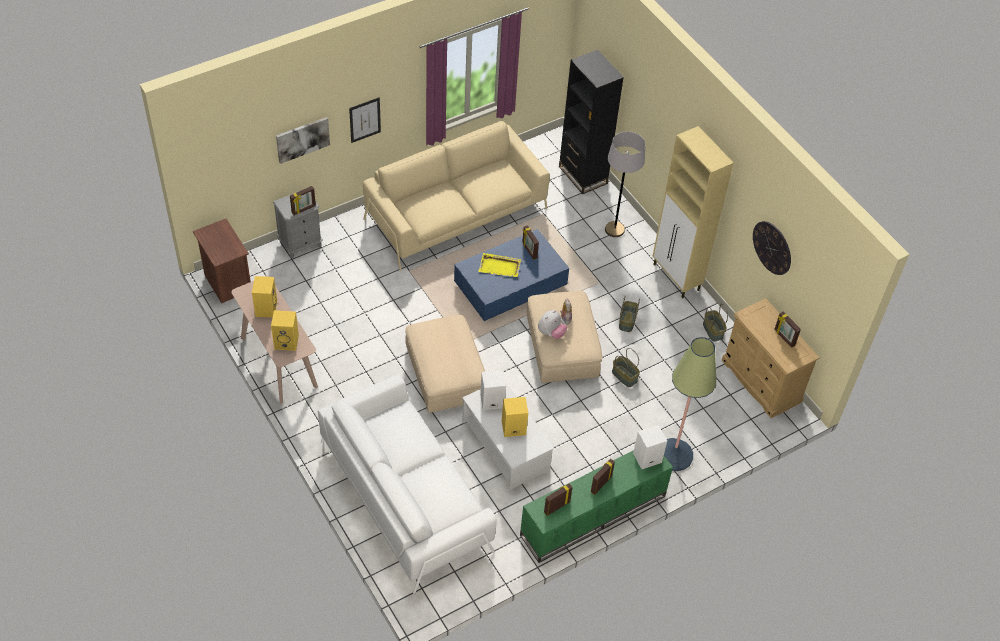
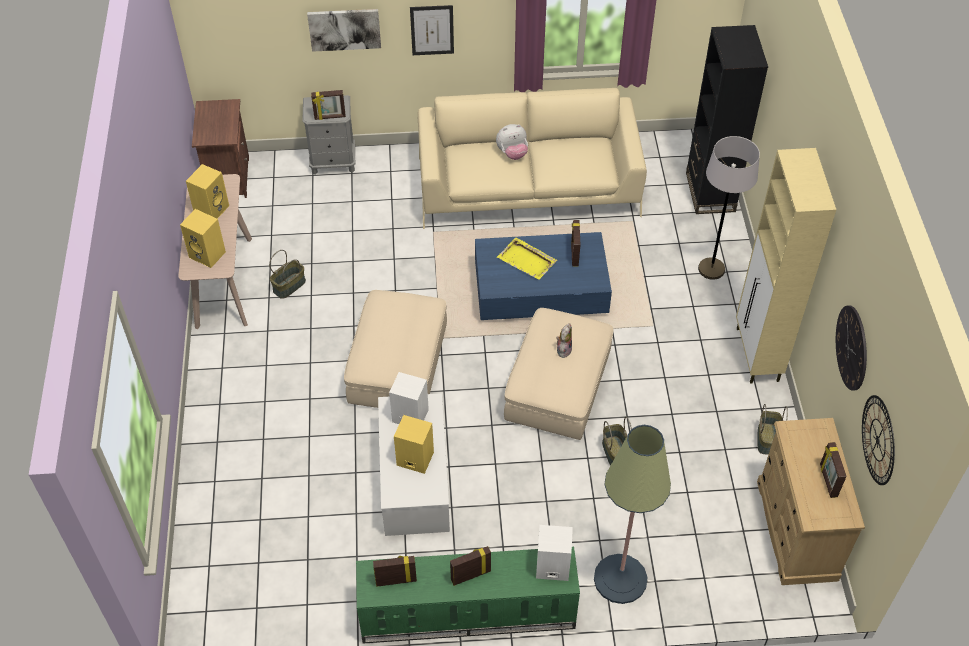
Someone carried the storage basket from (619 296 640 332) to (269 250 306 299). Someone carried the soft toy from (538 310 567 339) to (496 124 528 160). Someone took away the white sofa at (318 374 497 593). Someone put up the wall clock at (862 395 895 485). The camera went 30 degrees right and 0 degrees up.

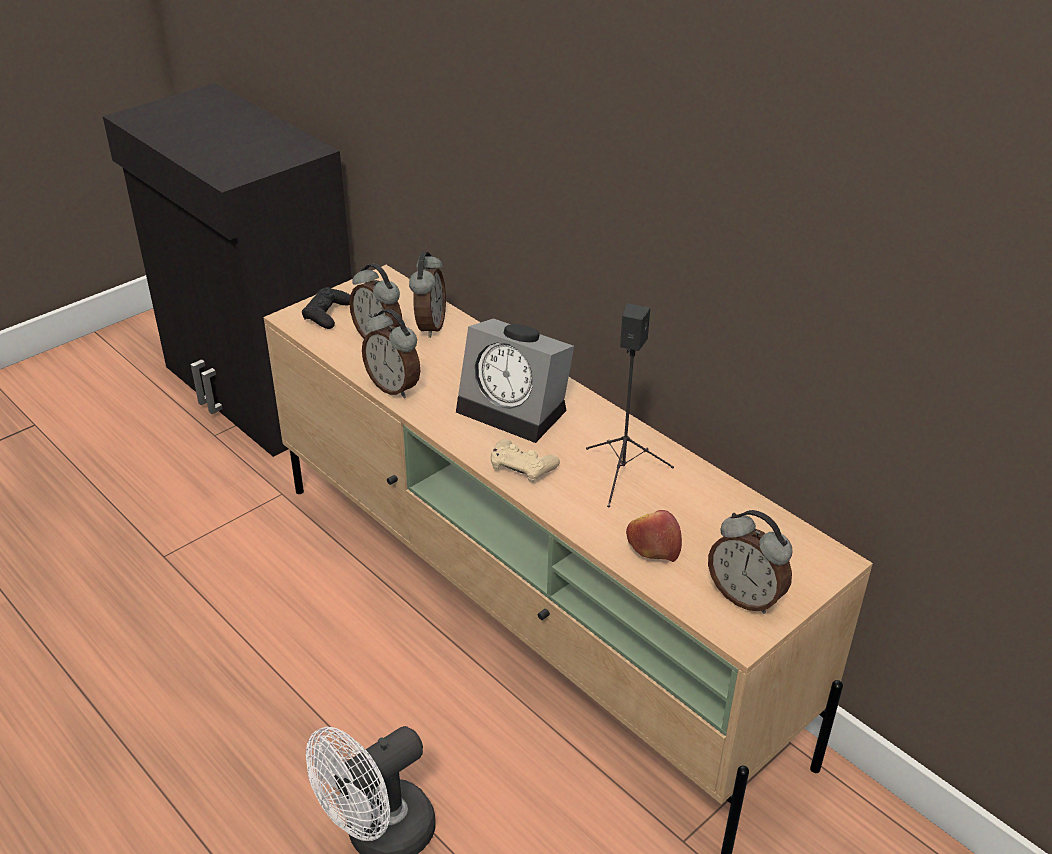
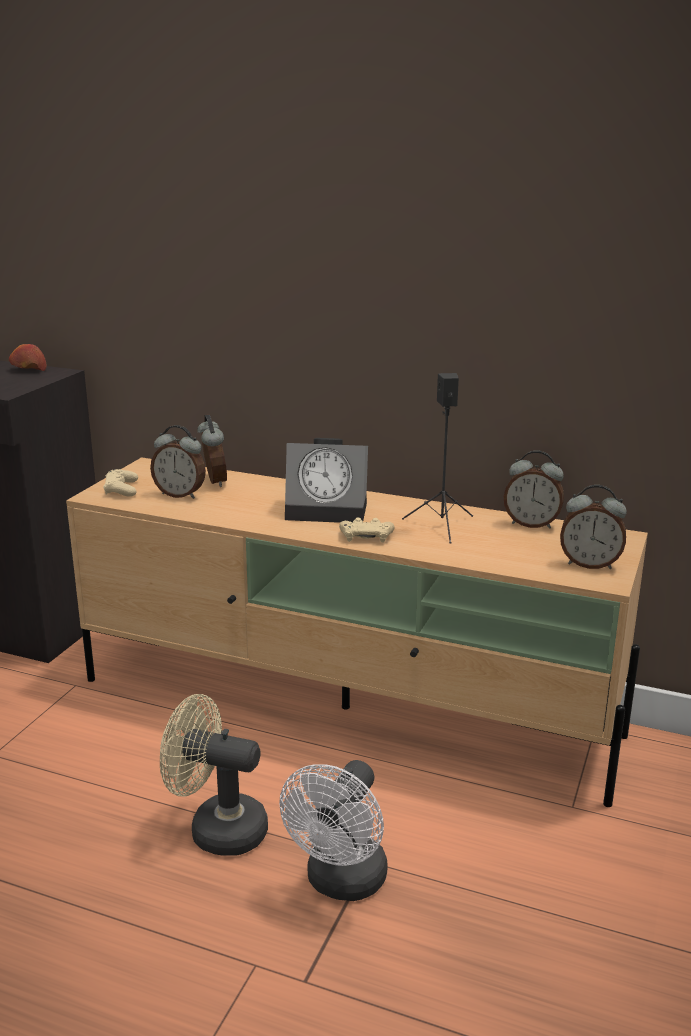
Someone repainted the blackish joypad at (302 287 350 329), which became the sand-coloured joypad at (103 469 138 497). Someone carried the alarm clock from (362 309 420 398) to (504 450 564 529). Someone carried the apple from (626 510 682 562) to (9 344 47 371). Someone put down the sand-coloured electric fan at (160 694 268 856). The camera went 25 degrees left and 15 degrees down.

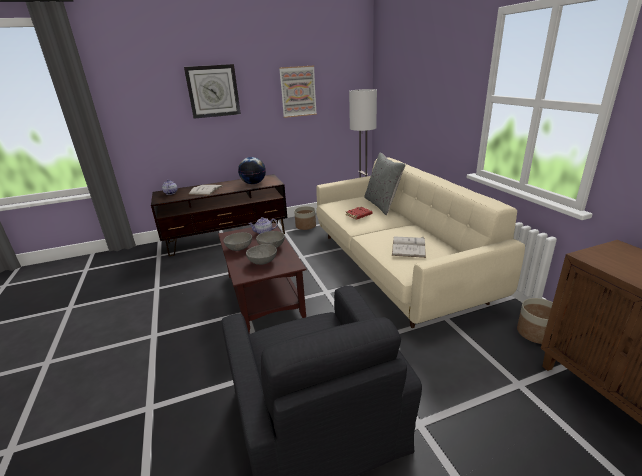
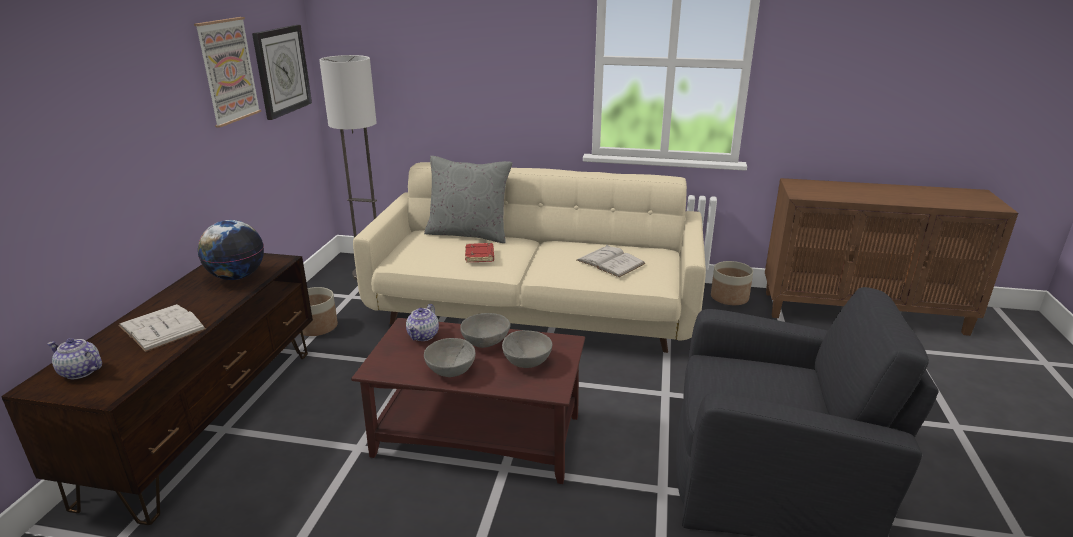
Someone carried the wall clock from (184 64 241 119) to (252 25 312 120). The camera went 60 degrees left and 0 degrees up.

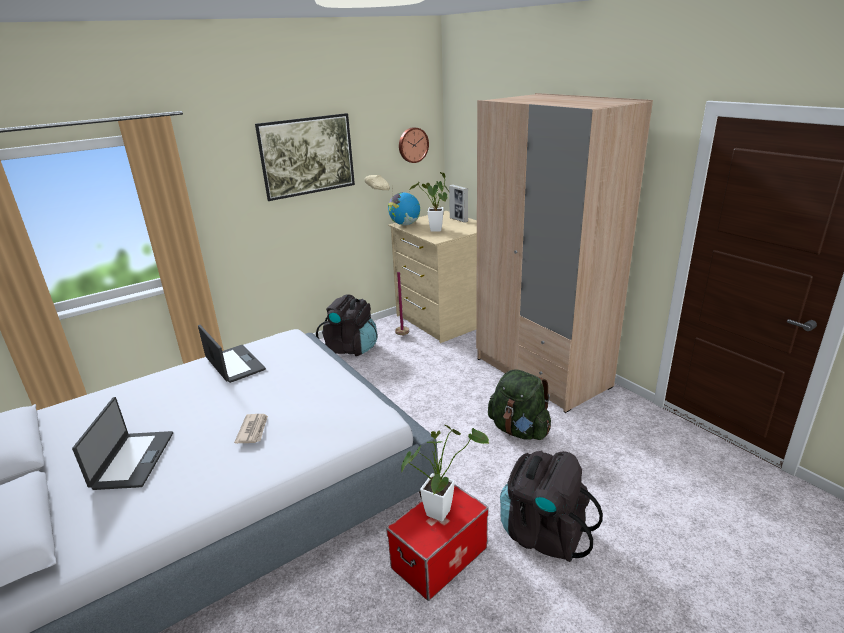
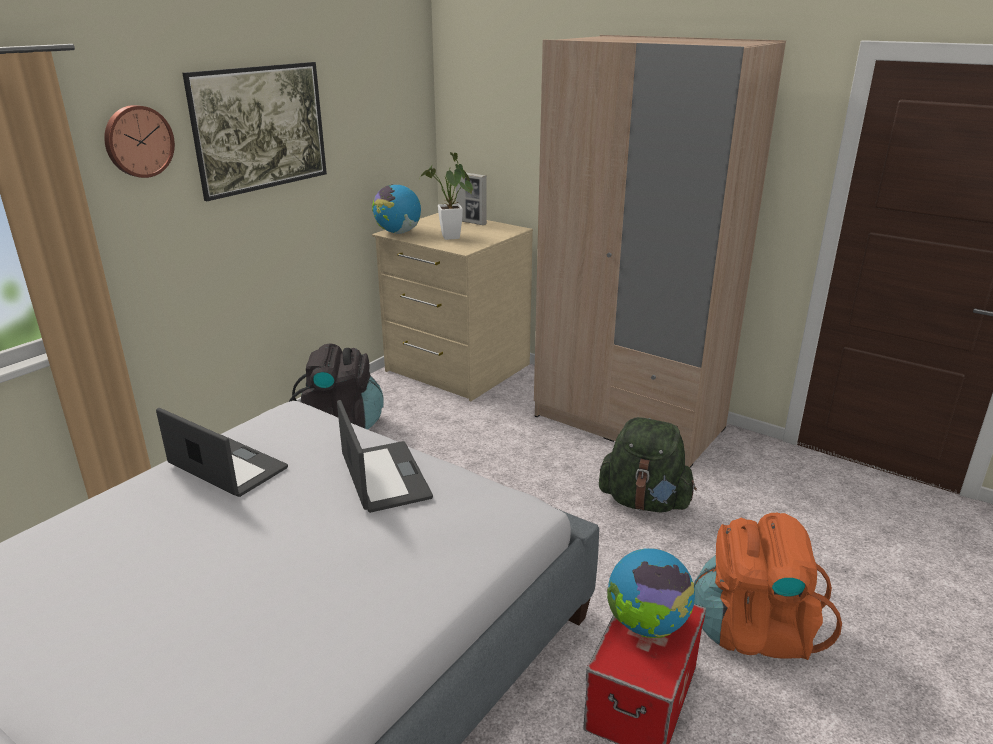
Someone carried the wall clock from (399 127 429 163) to (104 105 175 178). Someone took away the sand-coloured standard lamp at (365 175 409 336). Someone carried the notebook computer from (72 397 173 490) to (337 400 433 513). Someone took away the printed paper at (234 414 268 443). Someone swapped the potted plant at (401 425 489 522) for the globe at (607 548 695 638). Someone repainted the blackish knapsack at (500 451 603 562), which became the orange knapsack at (694 513 842 660). The camera went 20 degrees left and 0 degrees up.

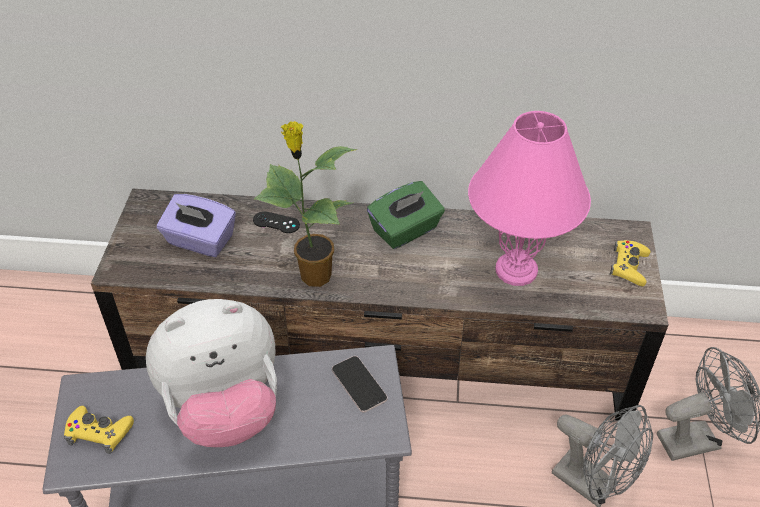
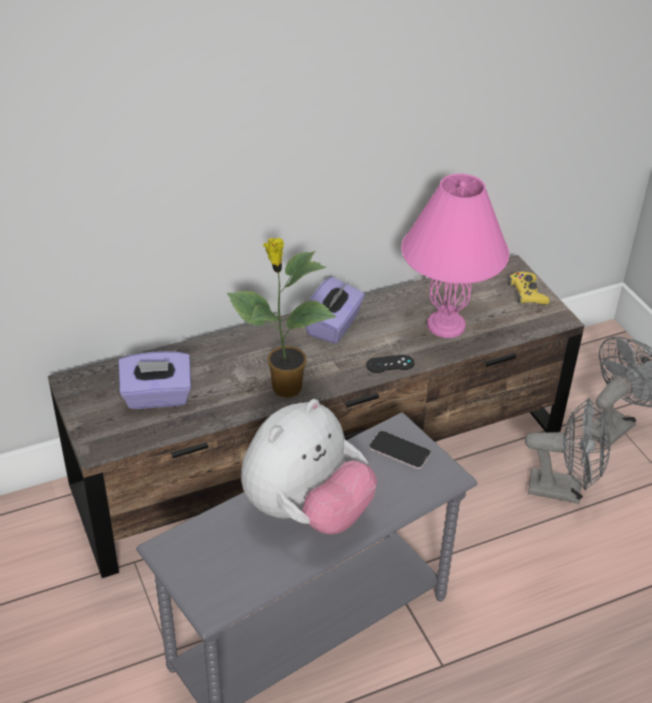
Someone repainted the green-coloured tissue box at (367 181 445 249), which became the purple tissue box at (305 276 365 344). Someone carried the blackish joypad from (253 211 300 233) to (366 355 415 373). Someone took away the yellowish joypad at (64 406 134 454). The camera went 30 degrees left and 5 degrees down.

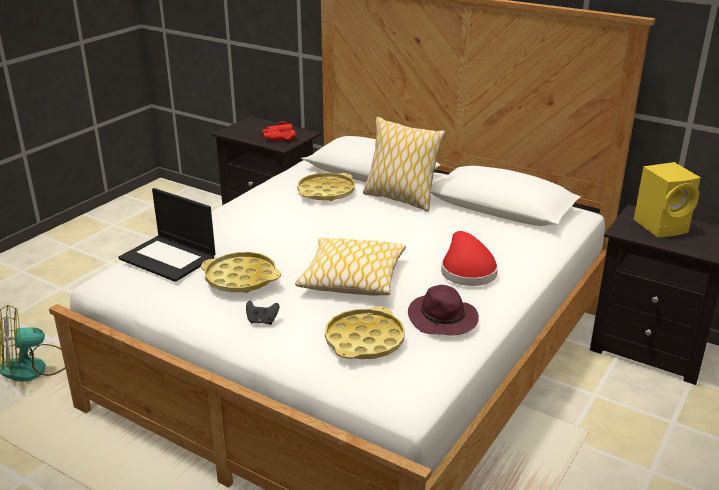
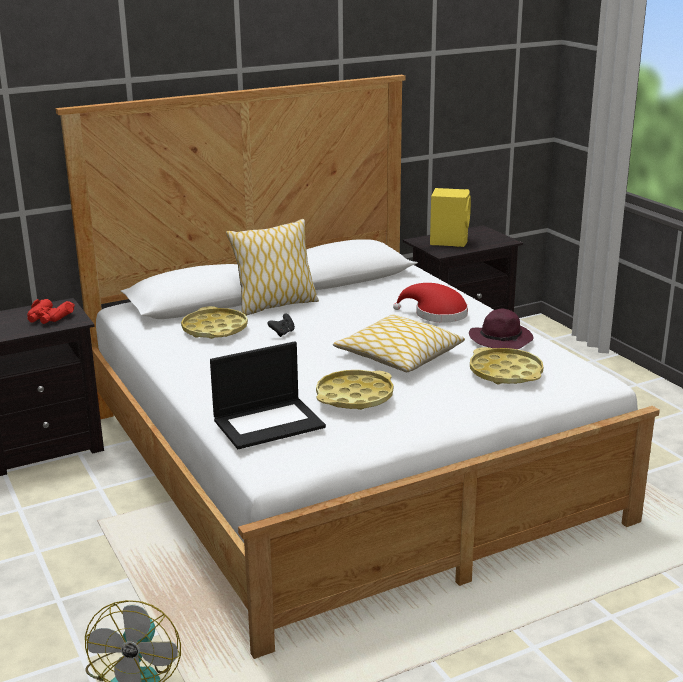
Someone carried the blackish joypad from (246 301 279 325) to (267 313 295 337). The camera went 60 degrees left and 5 degrees down.

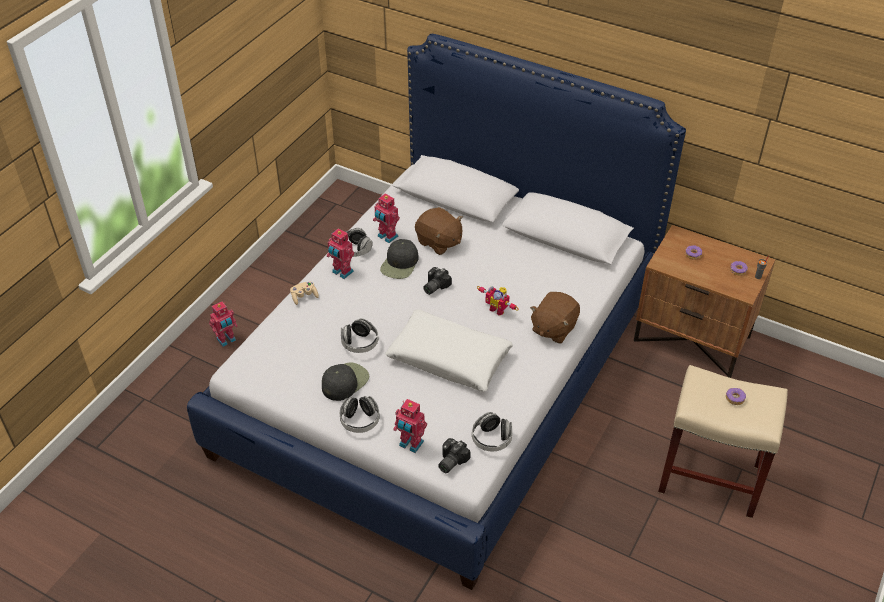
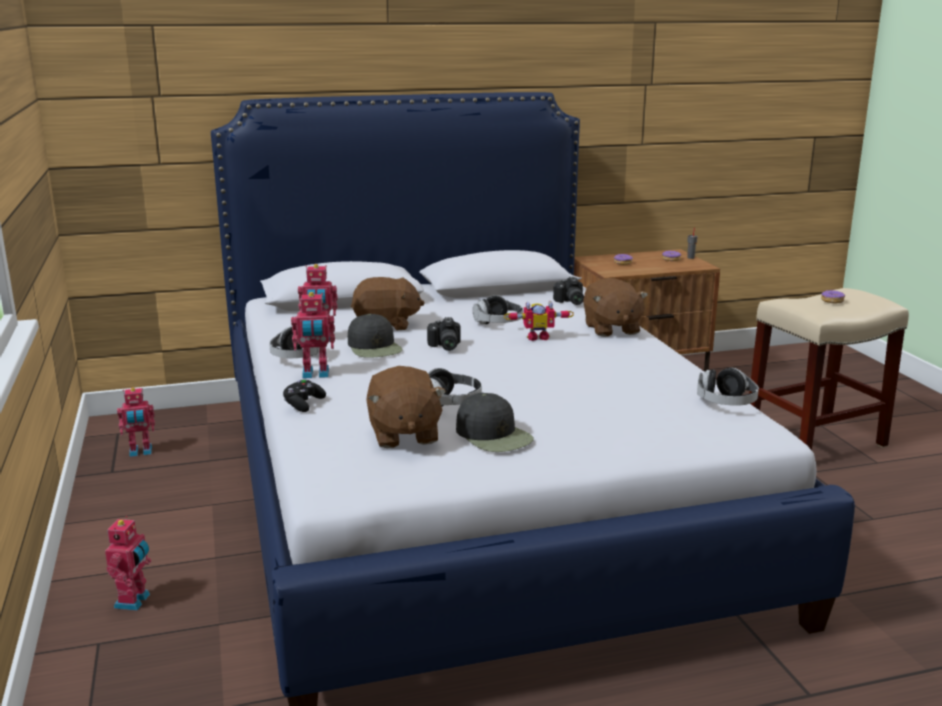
Someone repainted the sand-coloured joypad at (290 282 319 305), which became the blackish joypad at (283 379 326 412). Someone took away the white throw pillow at (385 309 513 392). Someone rotated the blackish cap at (322 363 369 401) by 150 degrees clockwise. Someone carried the pair of headphones from (340 396 380 433) to (473 295 523 324). Someone carried the robot figure from (393 399 427 453) to (117 388 155 457). Someone carried the still camera from (438 438 471 473) to (553 277 584 305). Someone put down the brown soft toy at (367 366 446 448). The camera went 45 degrees left and 25 degrees down.

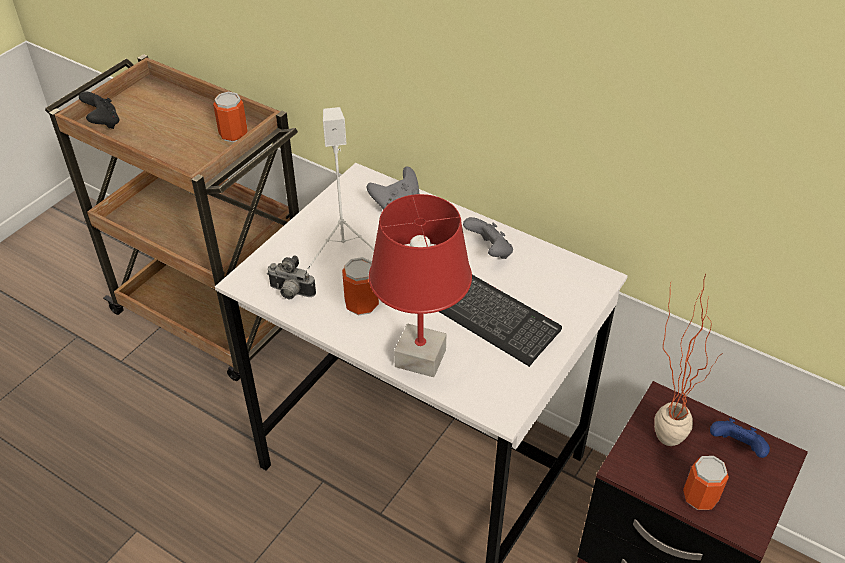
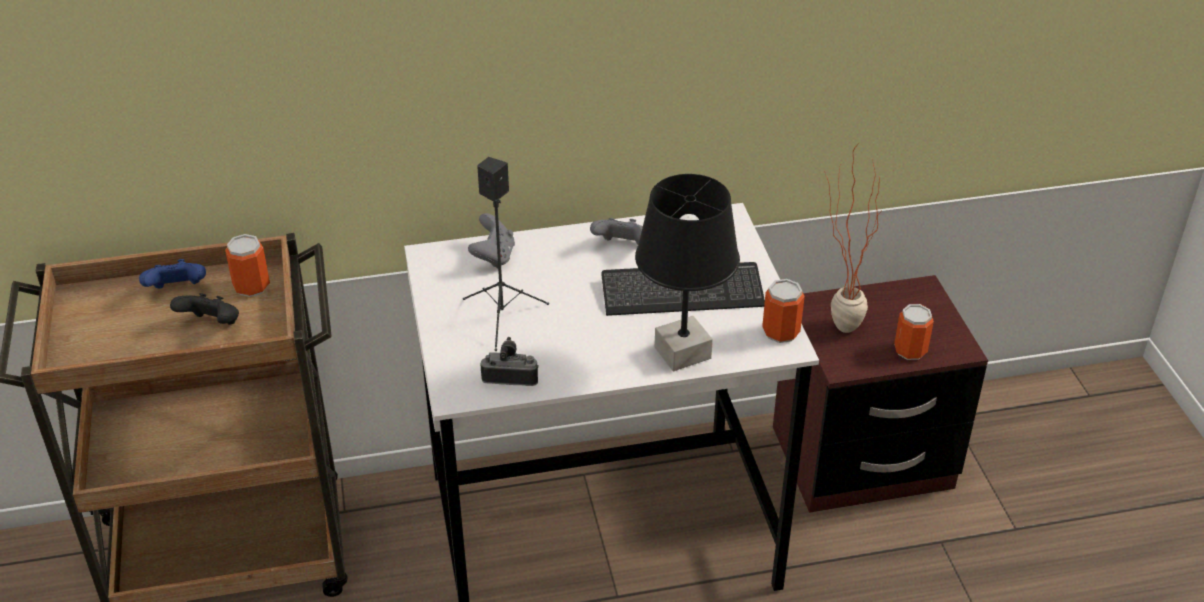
Someone carried the blackish joypad from (79 91 120 129) to (170 293 239 325). Someone repainted the white speaker at (307 107 374 269), which became the blackish speaker at (463 157 549 351). Someone repainted the red table lamp at (369 194 472 377), which became the blackish table lamp at (635 174 740 371). Someone rotated the still camera at (267 255 316 299) by 150 degrees counterclockwise. Someone carried the can from (342 257 379 316) to (762 279 805 343). Someone carried the blue-coloured joypad from (710 418 770 458) to (139 259 206 288). The camera went 45 degrees left and 5 degrees down.

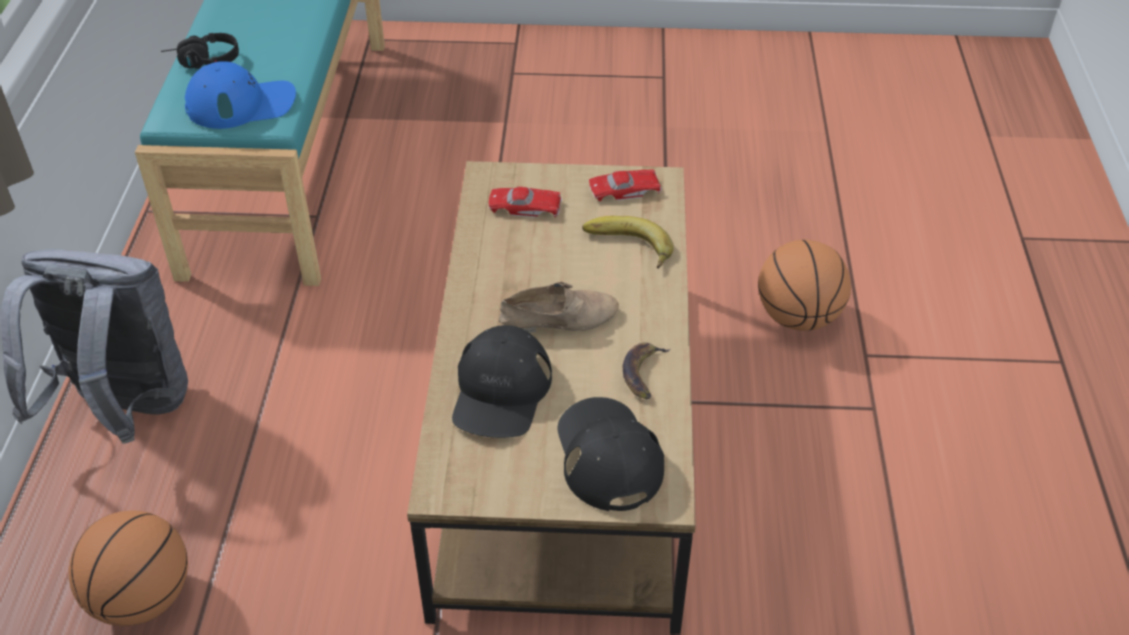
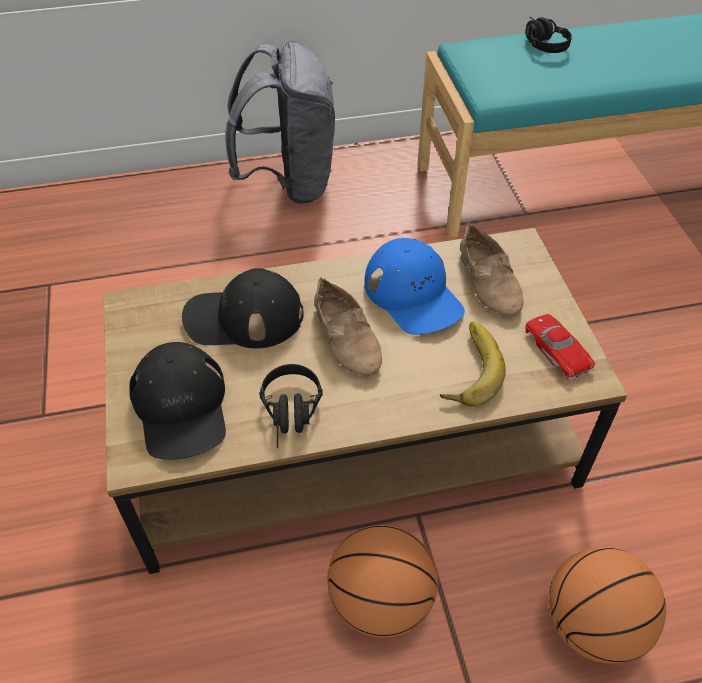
Someone carried the blue-coloured cap from (185 61 296 129) to (365 238 465 335). Someone swapped the red model car at (489 187 562 217) for the sand-coloured low shoe at (460 223 523 316). Someone swapped the banana at (623 342 671 400) for the blackish pair of headphones at (259 364 323 448). Someone rotated the blackish cap at (558 397 664 511) by 105 degrees clockwise. Someone carried the basketball ball from (69 511 188 626) to (327 525 438 638). The camera went 75 degrees right and 5 degrees up.

